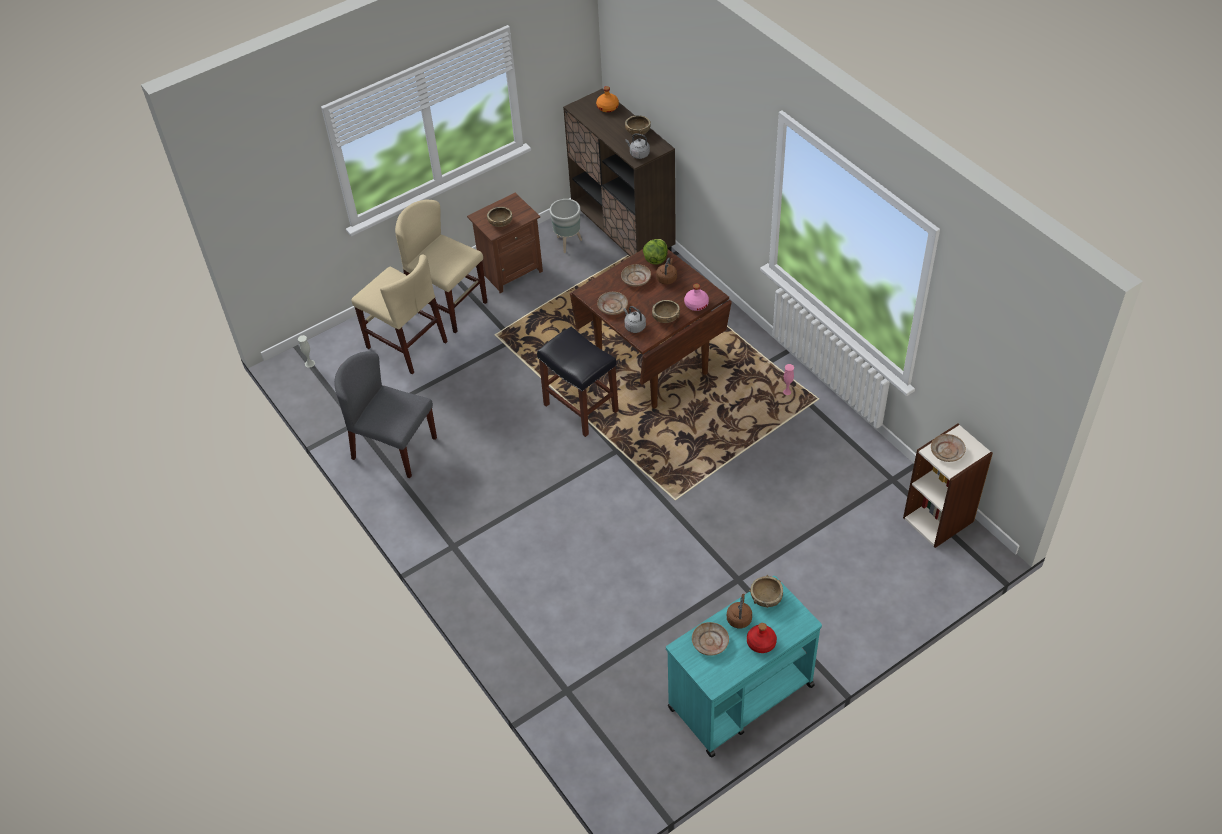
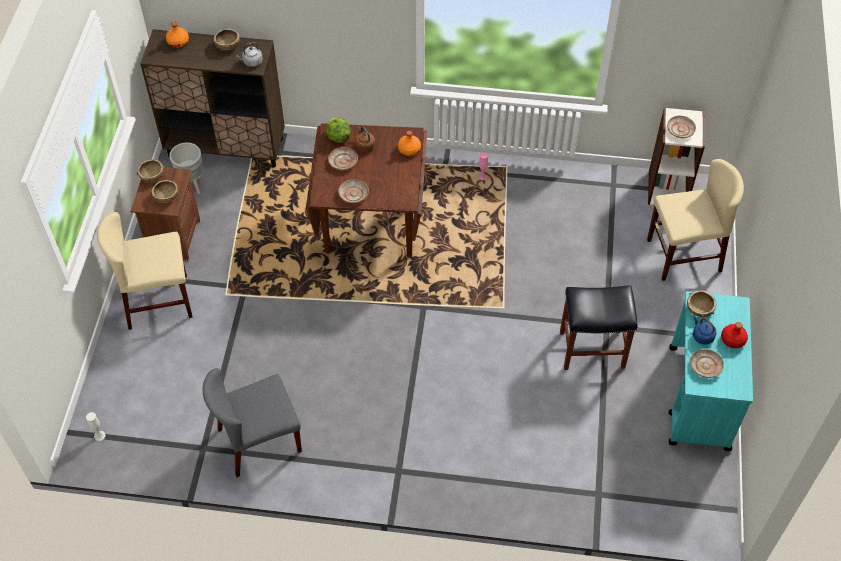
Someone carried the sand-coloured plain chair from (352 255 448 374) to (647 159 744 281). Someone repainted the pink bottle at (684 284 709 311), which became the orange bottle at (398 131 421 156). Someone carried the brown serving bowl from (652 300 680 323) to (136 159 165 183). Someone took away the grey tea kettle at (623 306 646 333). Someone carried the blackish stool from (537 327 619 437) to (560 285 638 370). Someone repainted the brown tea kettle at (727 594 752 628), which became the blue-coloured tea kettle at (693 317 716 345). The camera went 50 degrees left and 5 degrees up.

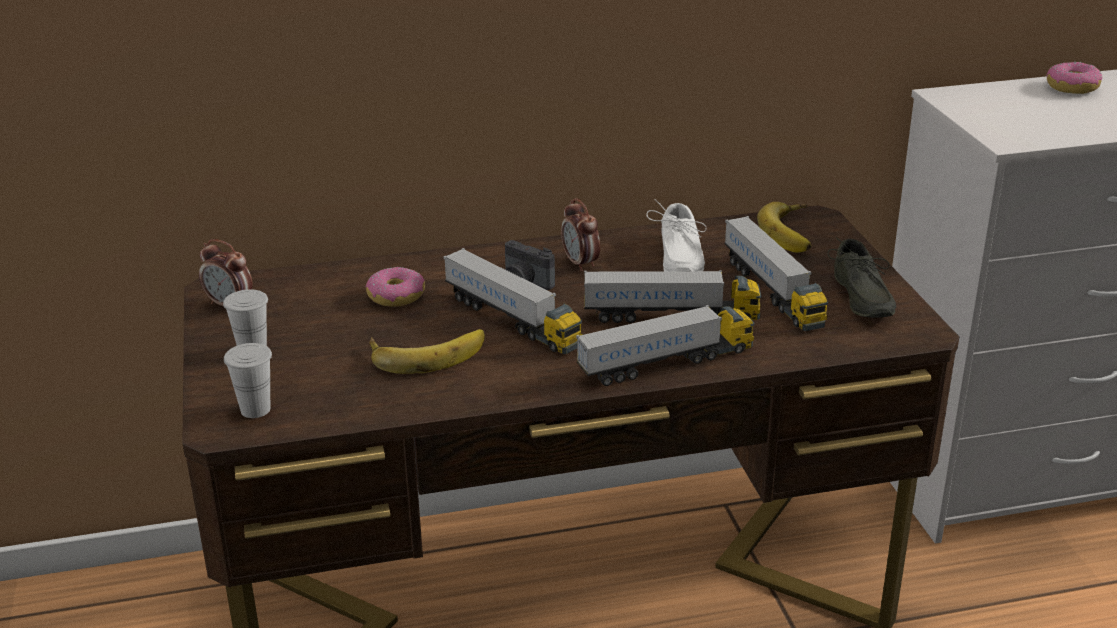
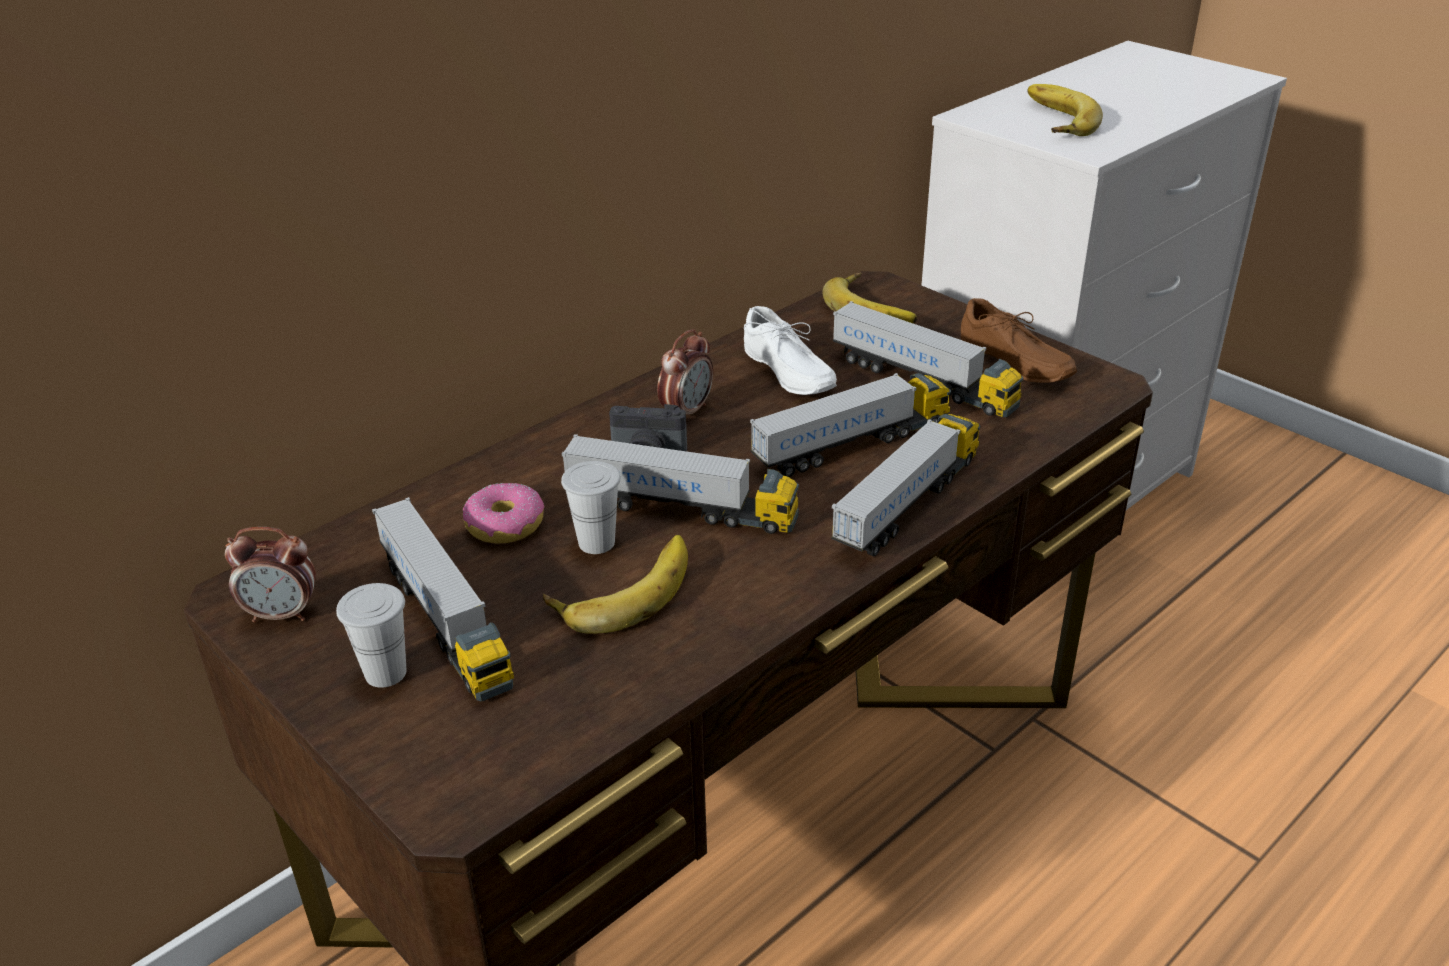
Someone took away the doughnut at (1046 62 1102 94). Someone rotated the alarm clock at (561 198 600 272) by 90 degrees counterclockwise. Someone repainted the grey low shoe at (828 237 896 318), which became the brown low shoe at (961 298 1077 383). Someone carried the white small cup from (224 343 272 418) to (561 461 621 554). Someone put down the banana at (1027 84 1103 136). Someone put down the toy truck at (372 497 514 702). The camera went 30 degrees left and 5 degrees up.

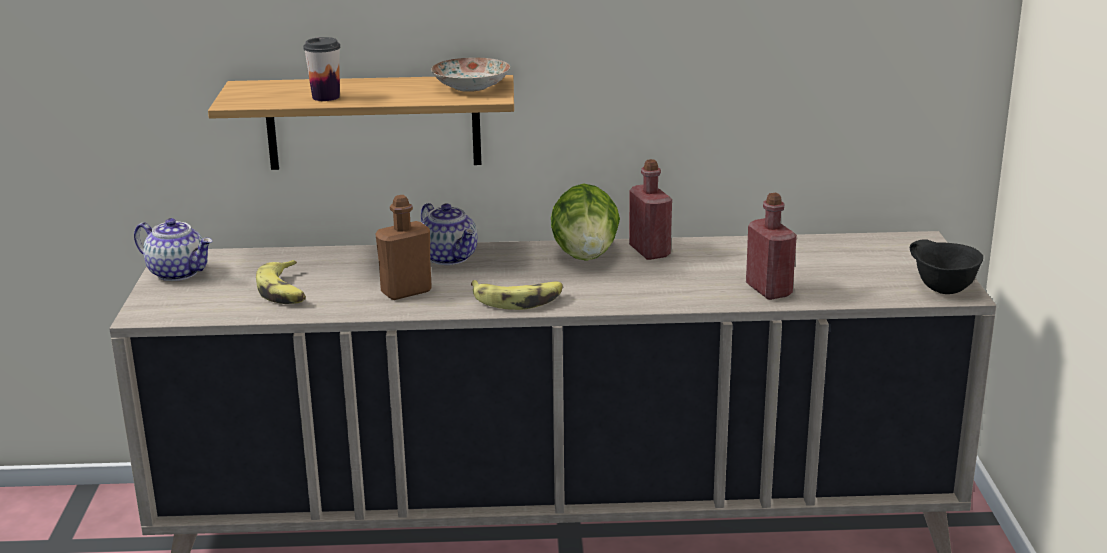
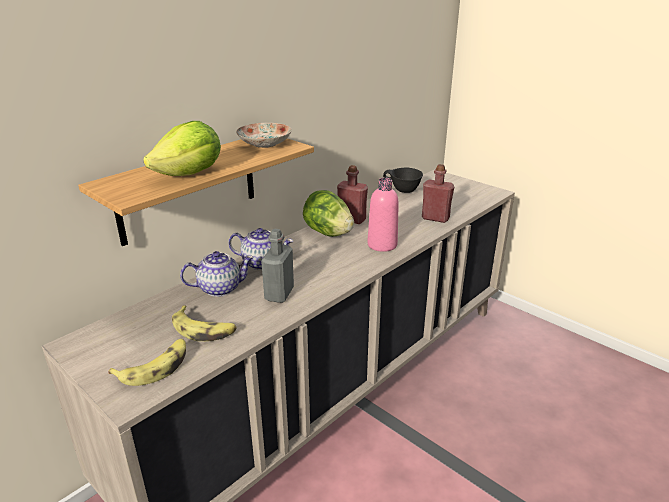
Someone swapped the small cup at (303 37 340 101) for the head of lettuce at (143 121 221 176). Someone repainted the brown bottle at (375 195 432 300), which became the grey bottle at (261 229 294 303). Someone carried the teapot from (134 218 213 281) to (180 251 254 297). Someone carried the blackish serving bowl from (910 239 983 294) to (383 168 423 193). Someone carried the banana from (471 280 563 310) to (108 339 186 386). Someone put down the pink bottle at (367 178 399 252). The camera went 45 degrees left and 5 degrees up.

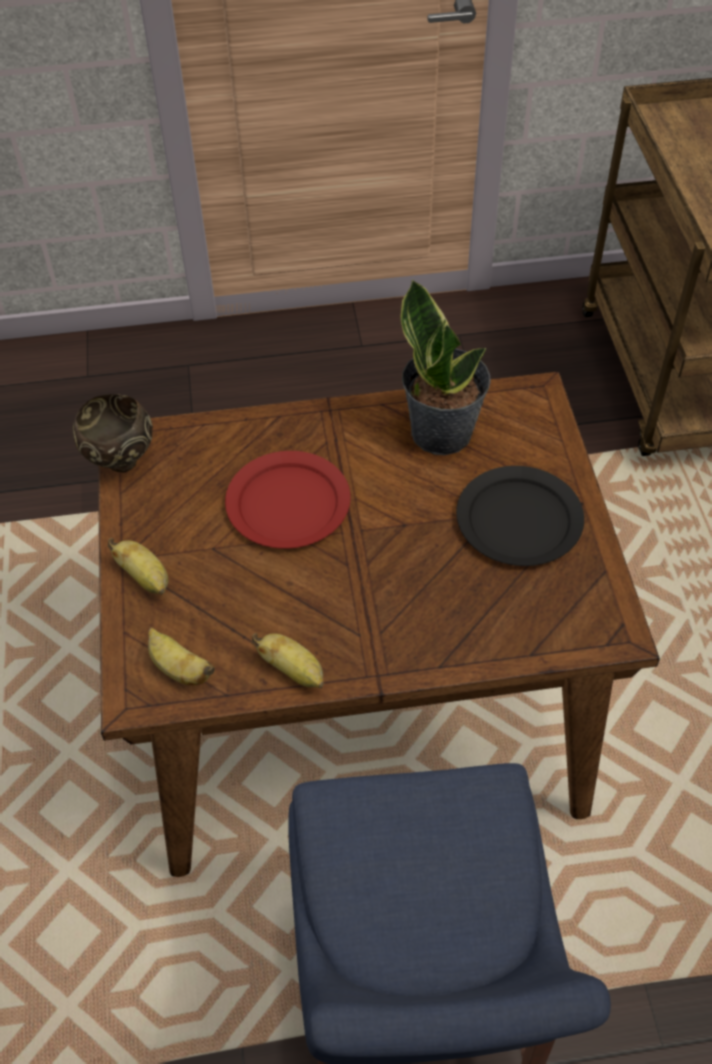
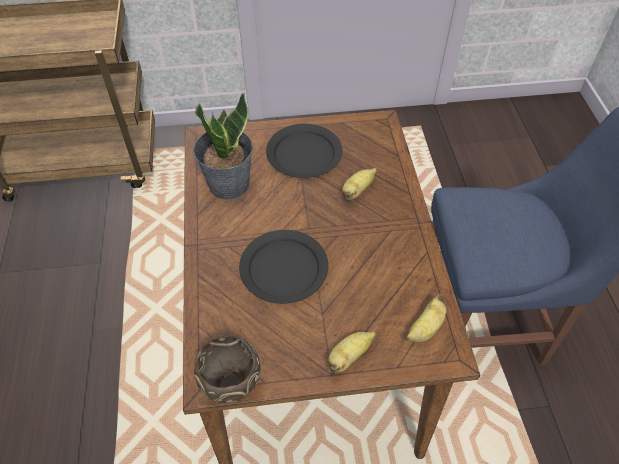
Someone repainted the red flat dish at (225 451 351 549), which became the blackish flat dish at (239 230 328 304). Someone carried the banana from (252 633 324 689) to (342 168 377 200). The camera went 90 degrees left and 0 degrees up.

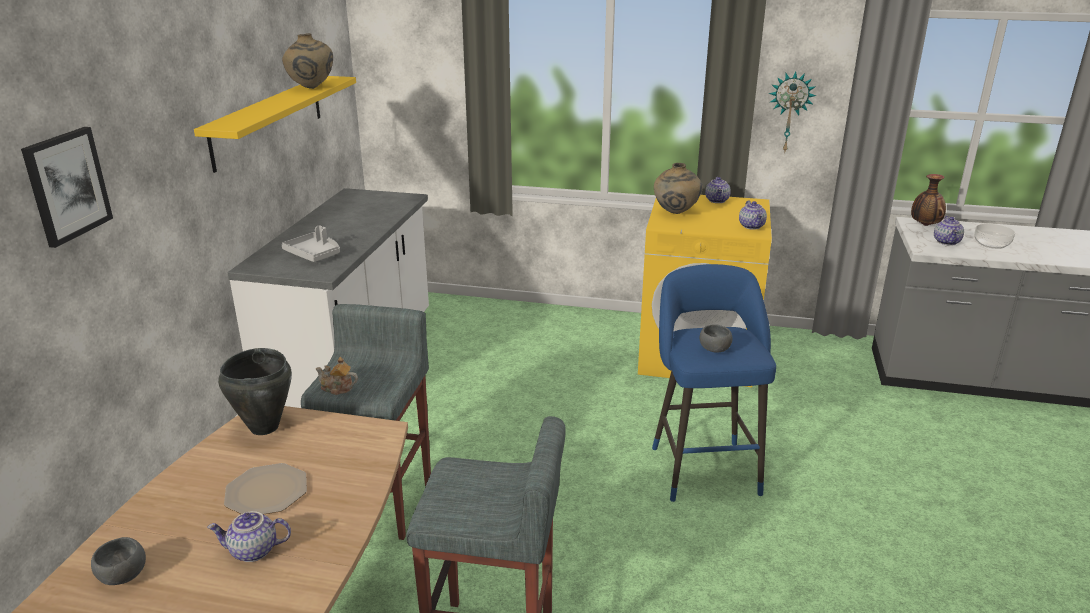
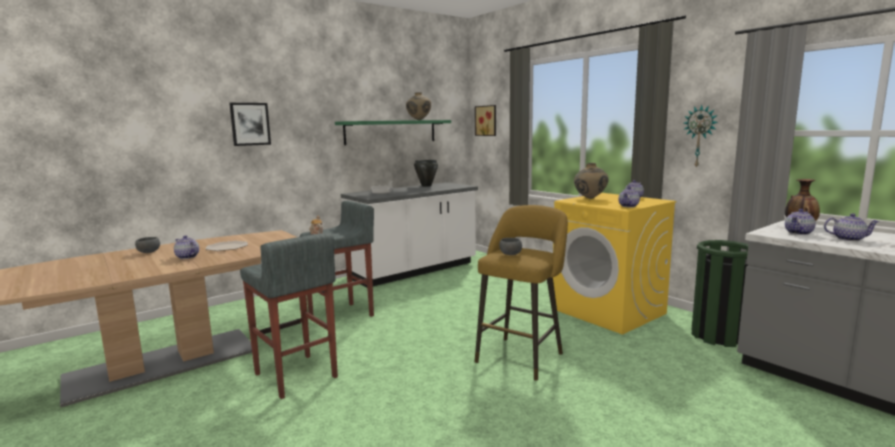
Someone repainted the yellowish wall shelf at (194 76 356 173), which became the green-coloured wall shelf at (335 120 451 145). Someone swapped the serving bowl at (974 224 1015 249) for the teapot at (824 213 879 241). Someone repainted the blue-coloured stool at (652 264 776 502), which became the yellowish stool at (475 205 568 381). Someone carried the blackish cooking pot from (218 348 292 435) to (414 160 438 187). Someone put up the wall art at (475 105 496 136). Someone put down the green-coloured rubbish bin at (691 240 748 347). The camera went 40 degrees right and 15 degrees down.

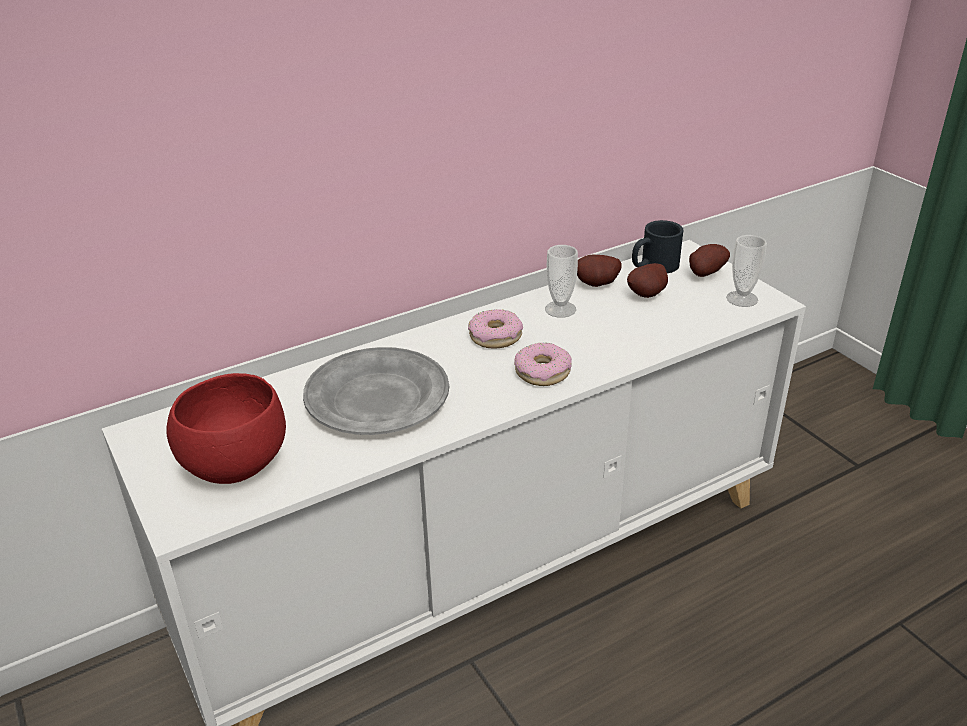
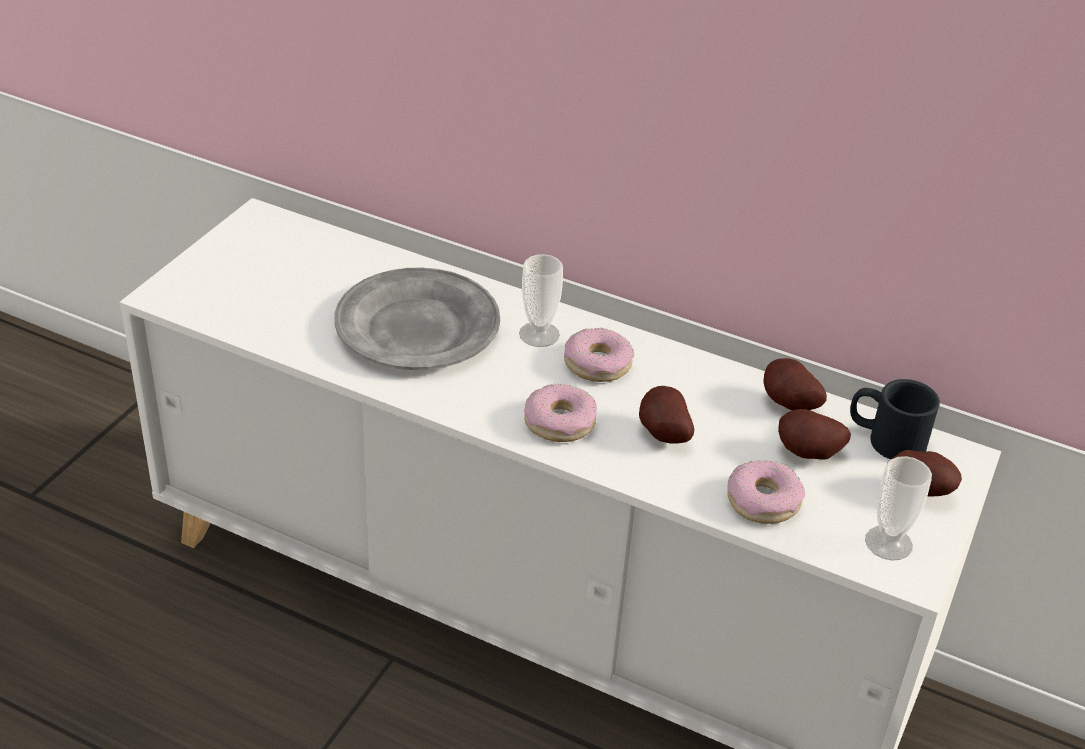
Someone carried the small cup from (545 245 578 318) to (519 254 563 347). Someone took away the red serving bowl at (166 373 286 484). Someone put down the spud at (639 386 694 443). Someone put down the doughnut at (727 460 805 524). The camera went 55 degrees right and 5 degrees up.

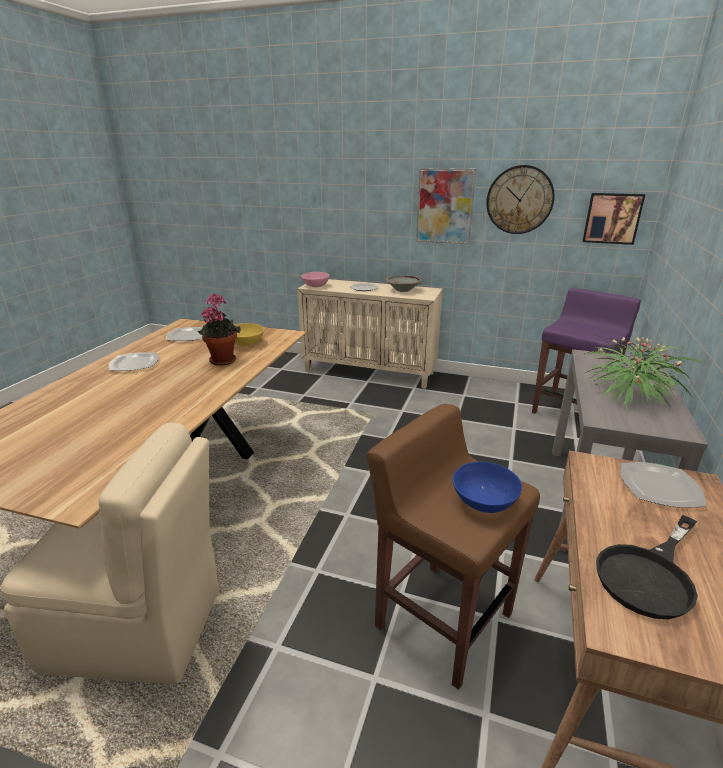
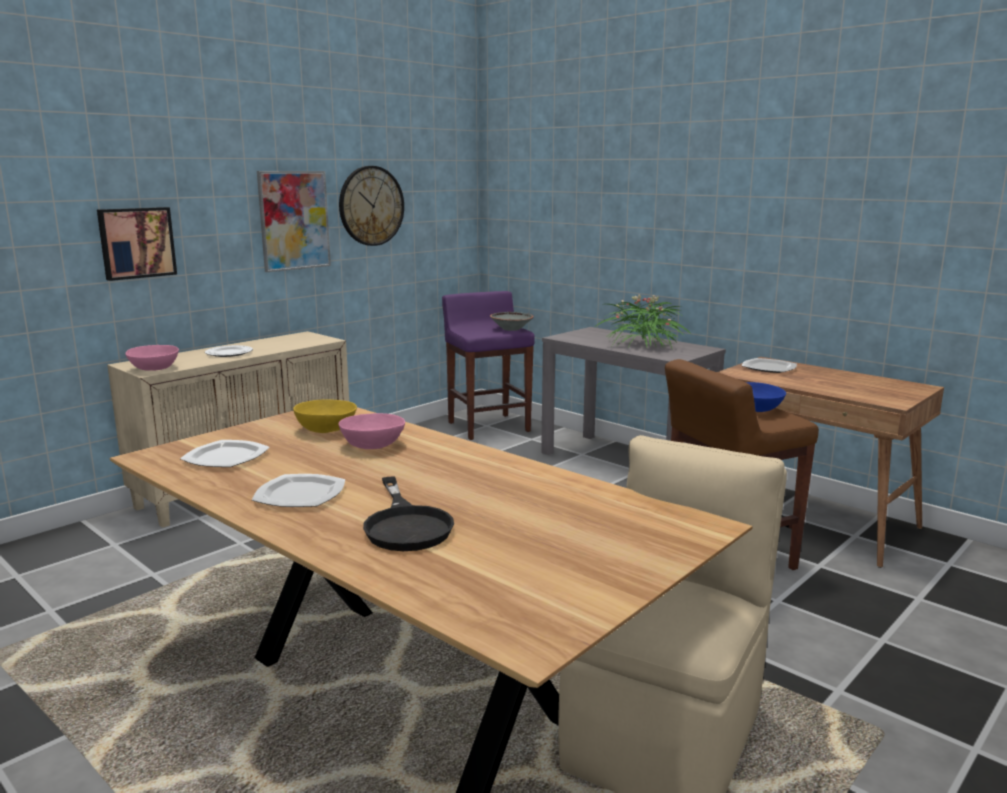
Someone carried the wall art from (583 193 645 245) to (97 207 177 281). Someone carried the grey serving bowl from (386 275 422 292) to (490 312 534 331). Someone swapped the potted plant at (197 293 241 366) for the pink serving bowl at (338 413 405 449). Someone carried the blackish skillet from (596 515 698 619) to (363 476 454 551). The camera went 65 degrees left and 10 degrees down.

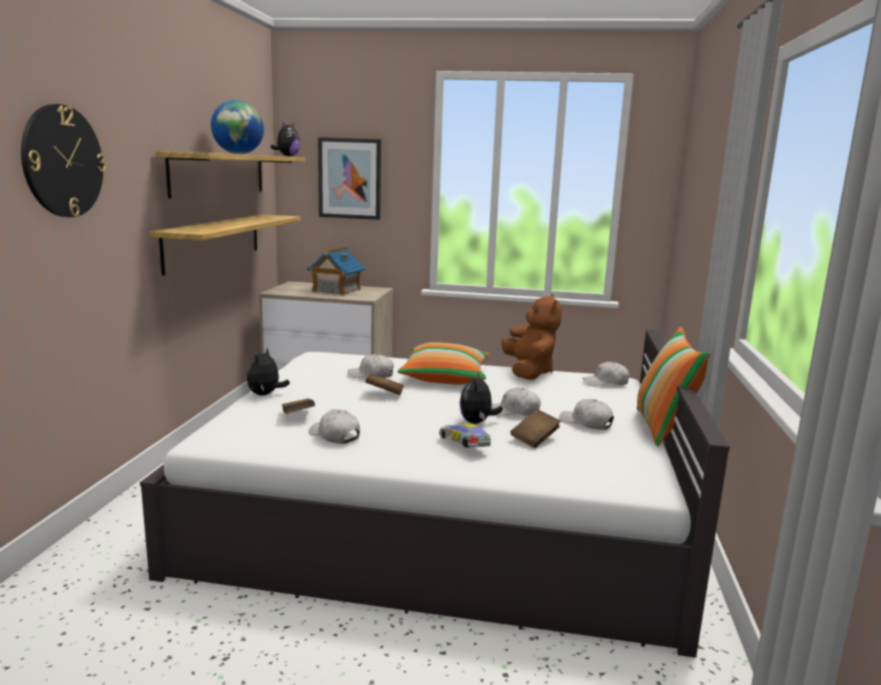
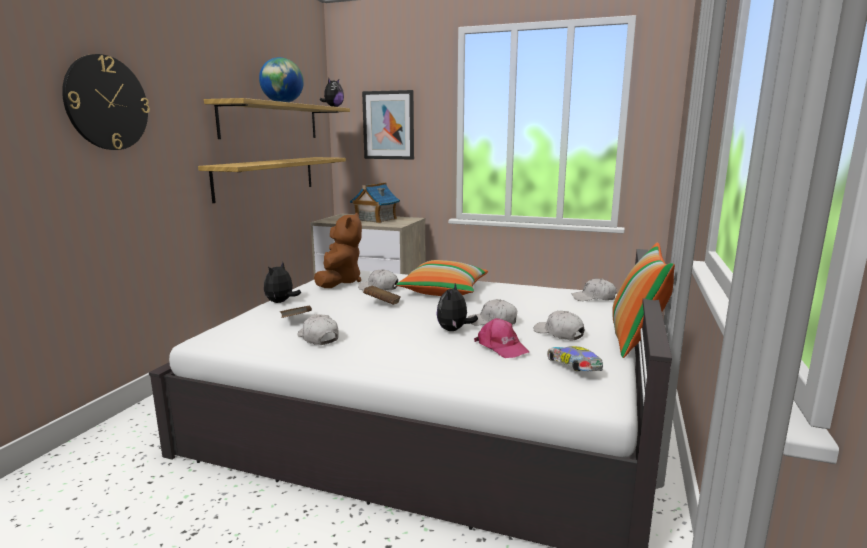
Someone carried the brown soft toy from (501 294 562 380) to (314 213 362 288). Someone swapped the brown volume at (510 409 561 448) for the pink cap at (474 318 529 358). Someone carried the model car from (439 424 491 448) to (547 346 603 371). The camera went 10 degrees right and 0 degrees up.

